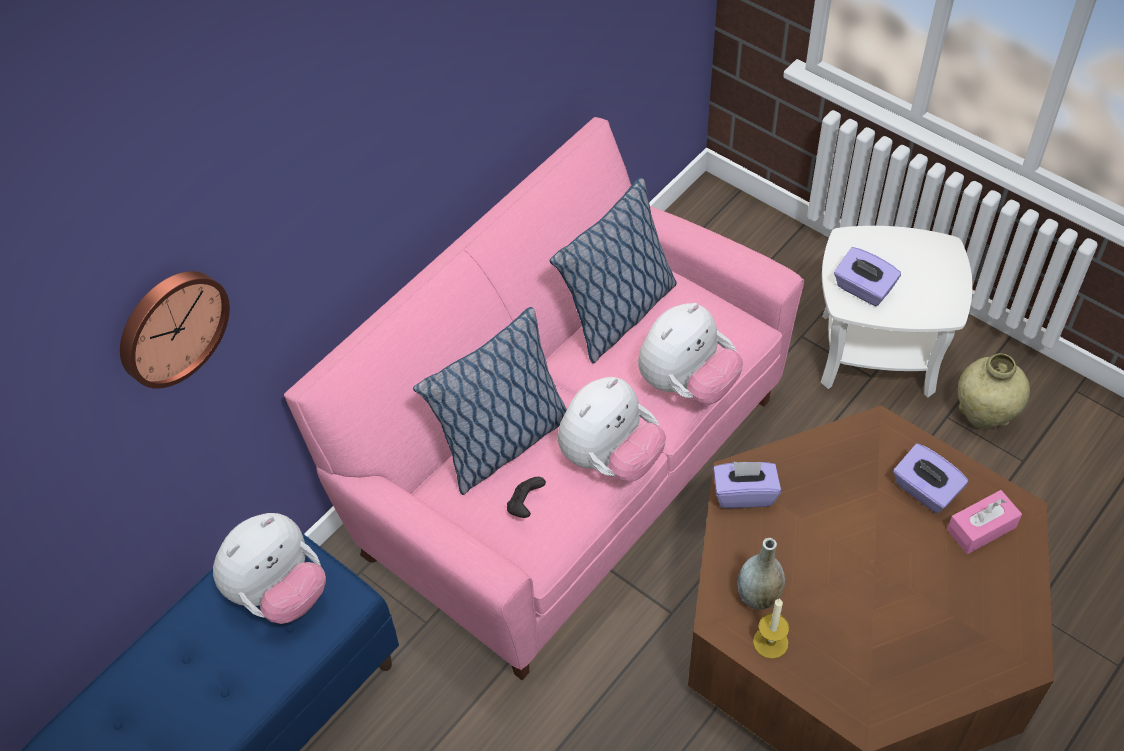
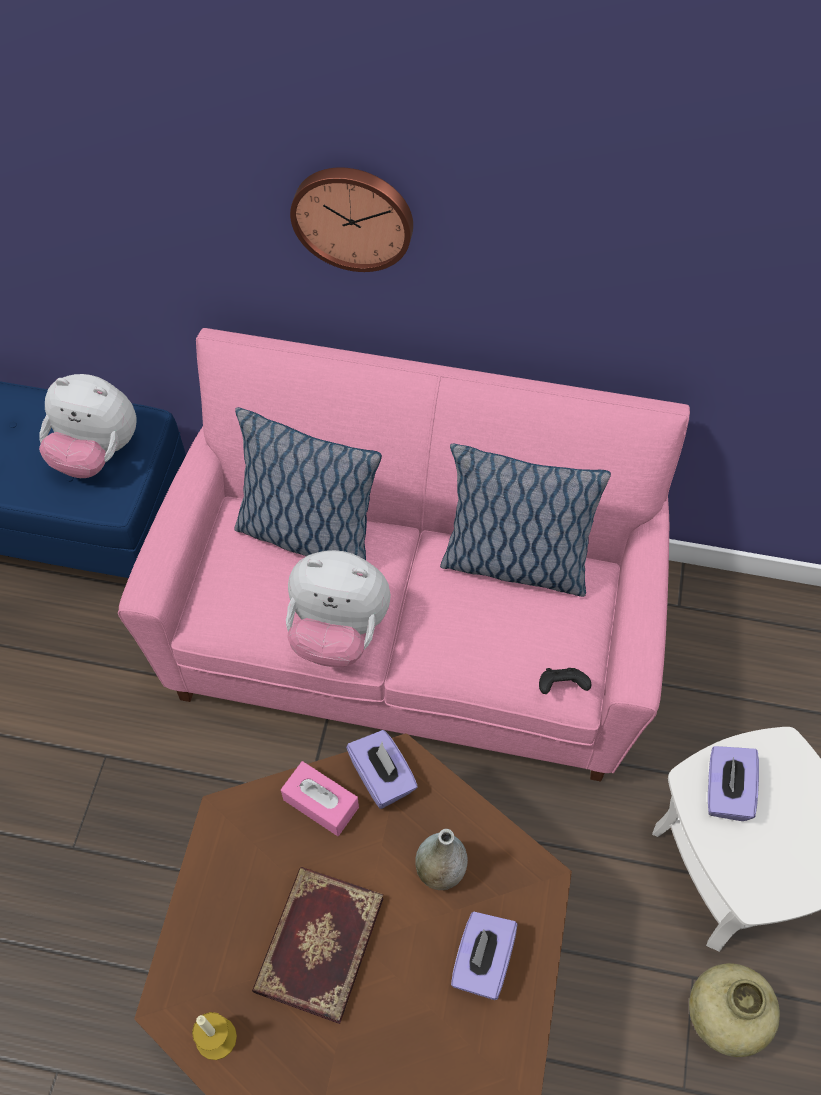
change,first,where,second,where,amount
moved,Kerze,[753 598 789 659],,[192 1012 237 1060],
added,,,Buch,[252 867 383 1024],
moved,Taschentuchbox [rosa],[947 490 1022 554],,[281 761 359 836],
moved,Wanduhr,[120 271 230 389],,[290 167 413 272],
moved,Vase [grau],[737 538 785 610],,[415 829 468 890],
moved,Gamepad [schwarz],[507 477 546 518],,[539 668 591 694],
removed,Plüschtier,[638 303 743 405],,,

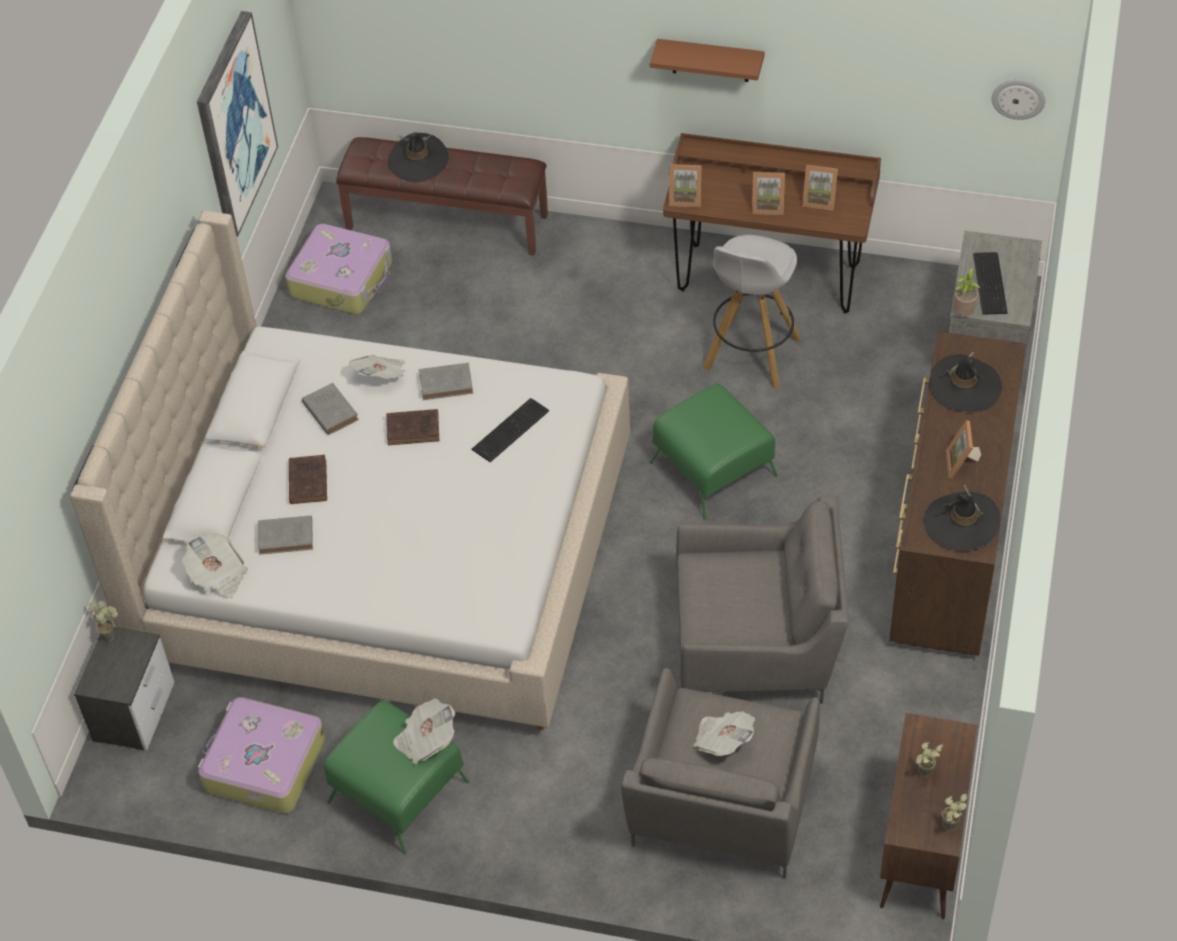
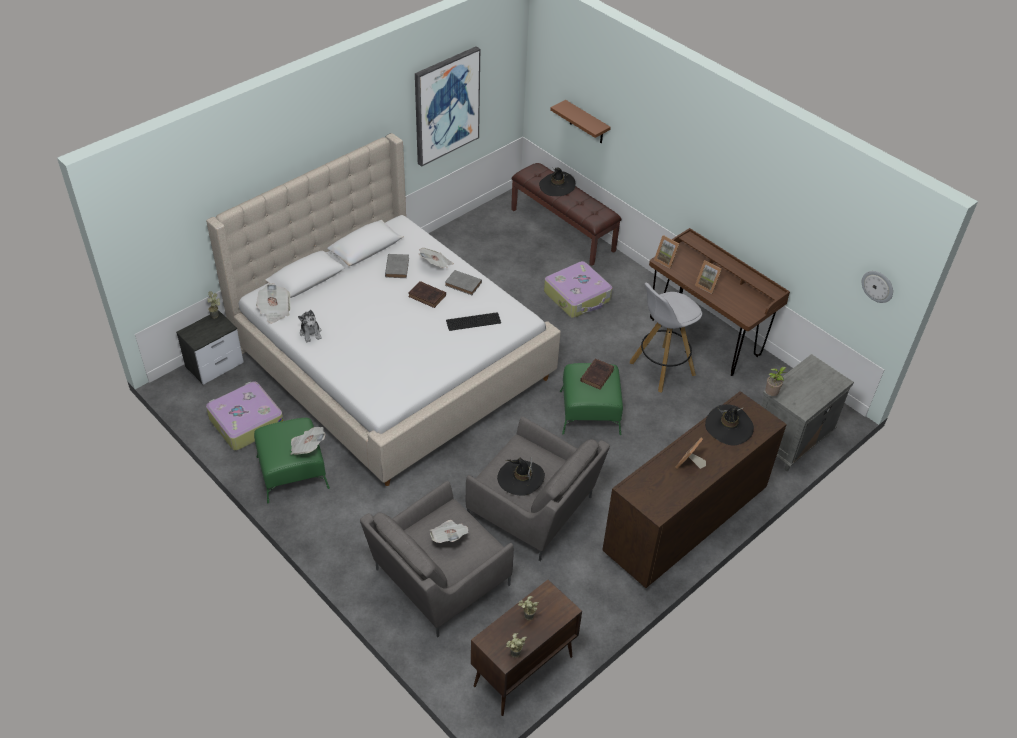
change,first,where,second,where,amount
added,,,Plüschtier,[298 310 322 342],
moved,Hut [schwarz],[924 485 1000 551],,[497 457 545 496],
moved,Koffer,[285 224 392 314],,[544 261 612 318],
moved,Wandregal [braun],[650 39 764 82],,[550 100 611 144],
moved,Buch [braun],[289 455 327 504],,[580 358 615 389],
removed,Buch [grau],[258 515 313 555],,,
removed,Bilderrahmen,[802 165 838 210],,,
removed,Tastatur,[973 252 1008 315],,,

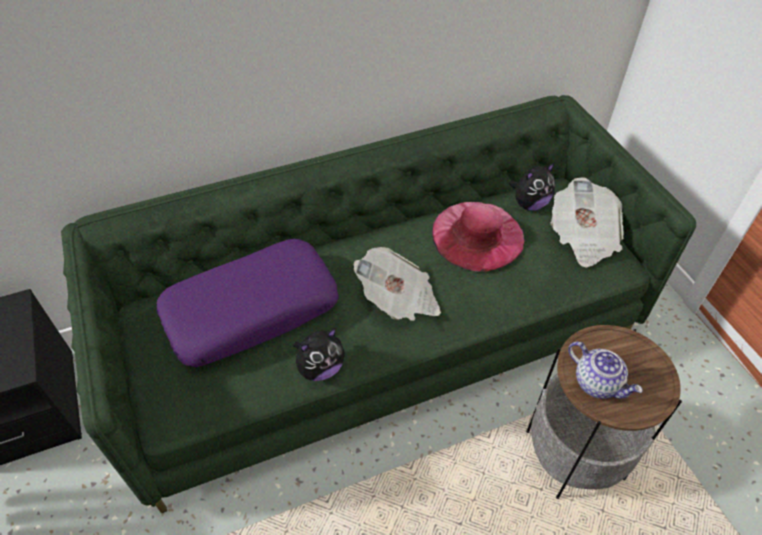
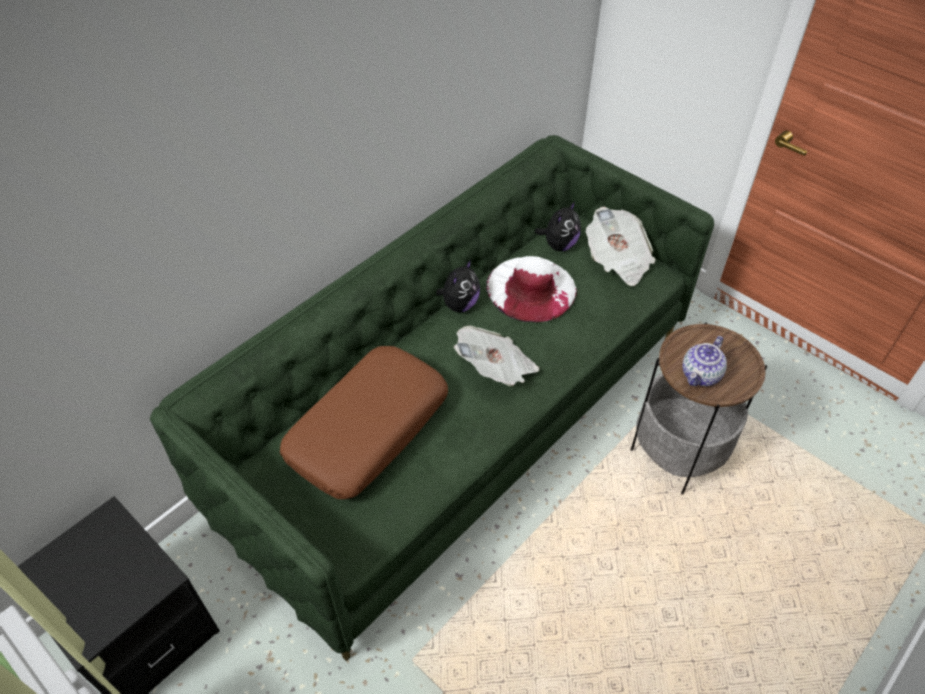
change,first,where,second,where,amount
recoloured,Kissen [lila],[157 239 339 367],Kissen [braun],[280 346 448 499],
moved,Plüschtier,[293 328 345 381],,[436 259 480 312],
recoloured,Hut [rosa],[432 202 524 271],Hut [weiß],[486 256 577 322],
turned,Teekanne,[568 341 643 399],,[682 336 727 386],105 degrees clockwise

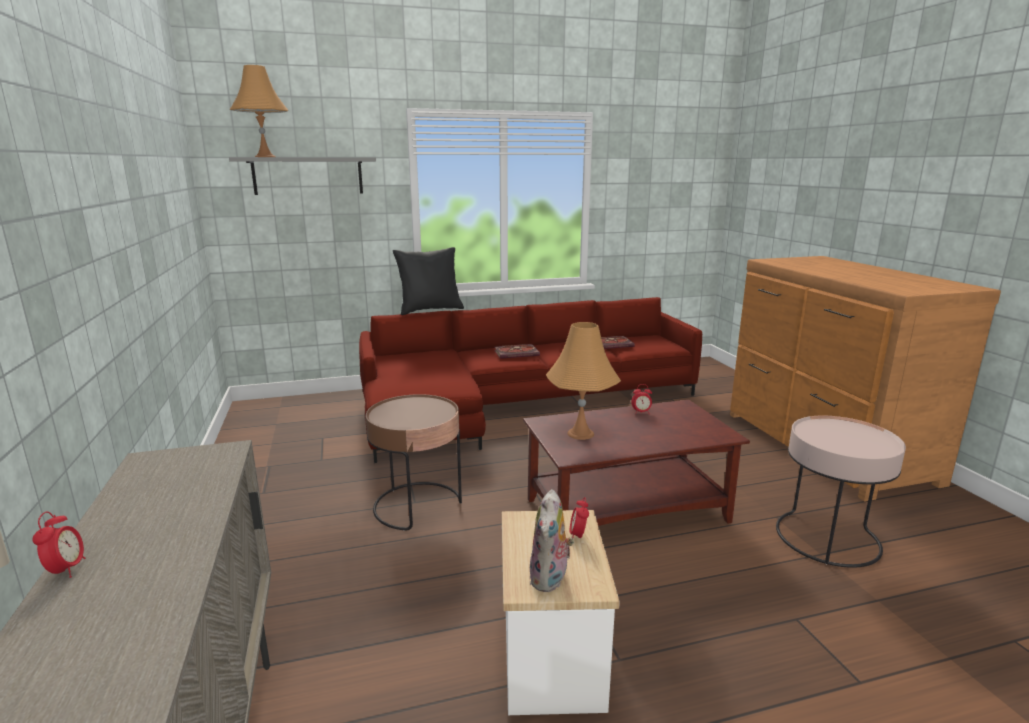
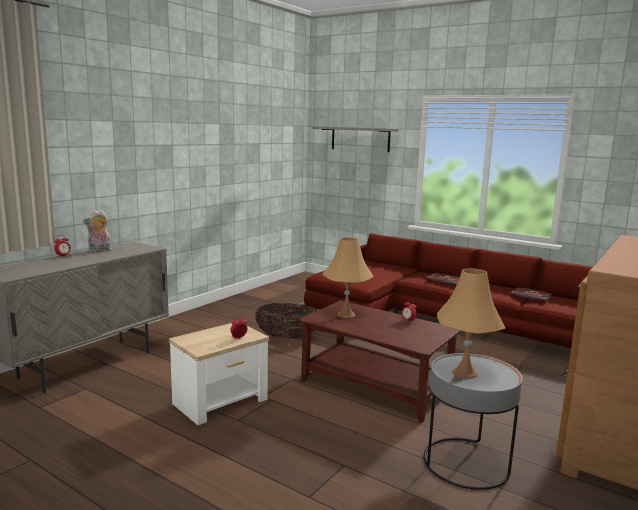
change,first,where,second,where,amount
moved,Plüschtier,[530 489 574 592],,[83 210 111 252],
replaced,Beistelltisch [braun],[366 394 462 531],Korb,[255 303 318 338],
recoloured,Beistelltisch [rosa],[776 416 906 568],Beistelltisch [grau],[423 353 522 490],
moved,Tischlampe [orange],[230 65 289 157],,[437 268 505 379],
removed,Kissen [schwarz],[393 247 464 315],,,

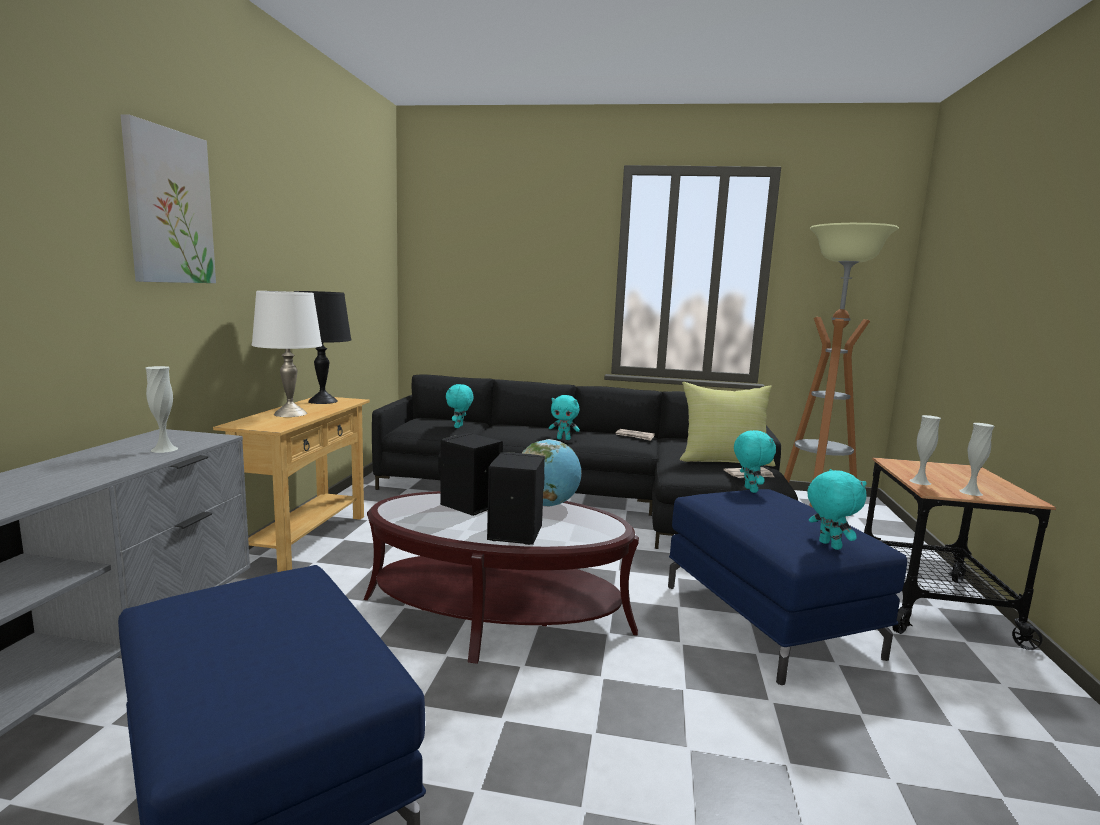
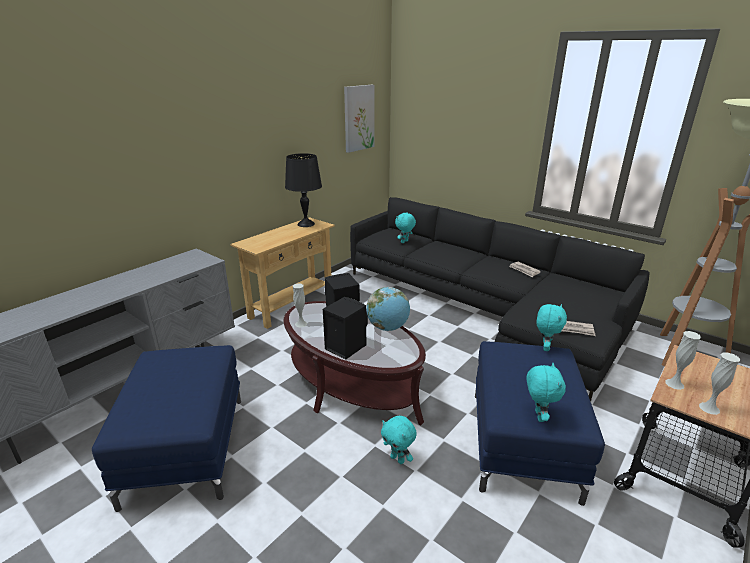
change,first,where,second,where,amount
moved,Vase [weiß],[145 366 178 453],,[293 283 307 327],
moved,Bild,[121 115 216 283],,[344 85 374 153],
moved,Plüschtier [türkis],[549 395 580 440],,[381 416 417 464],
removed,Tischlampe [weiß],[252 291 322 417],,,
removed,Kissen [gelb],[680 382 776 467],,,

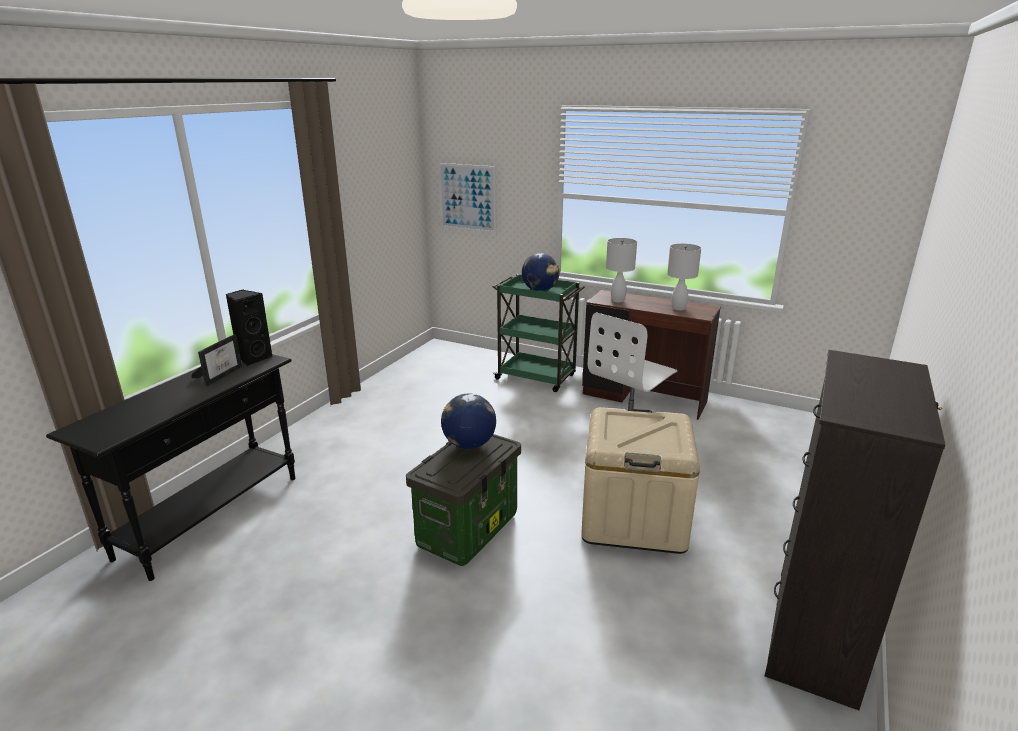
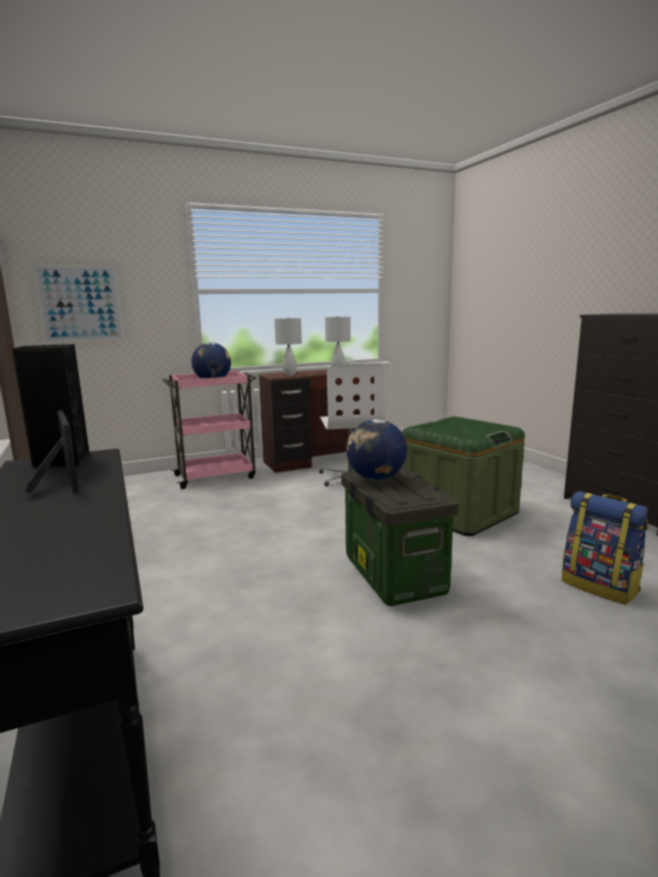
change,first,where,second,where,amount
recoloured,Rollwagen [grün],[493 274 585 392],Rollwagen [rosa],[162 371 256 489],
recoloured,Aufbewahrungsbox [beige],[581 407 700 554],Aufbewahrungsbox [grün],[402 416 525 536],
added,,,Rucksack,[561 491 649 605],

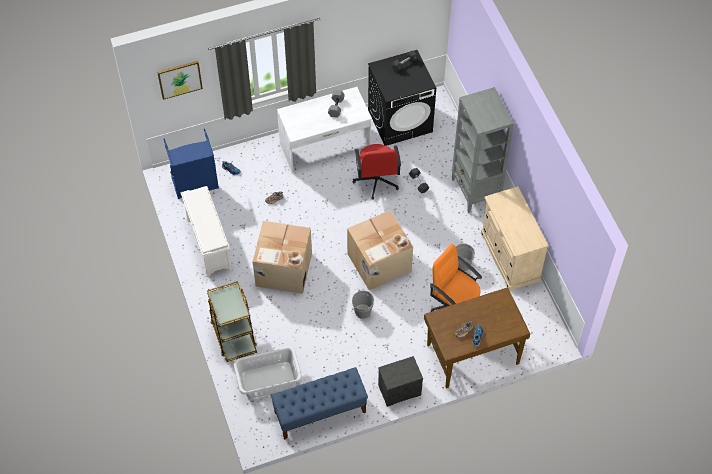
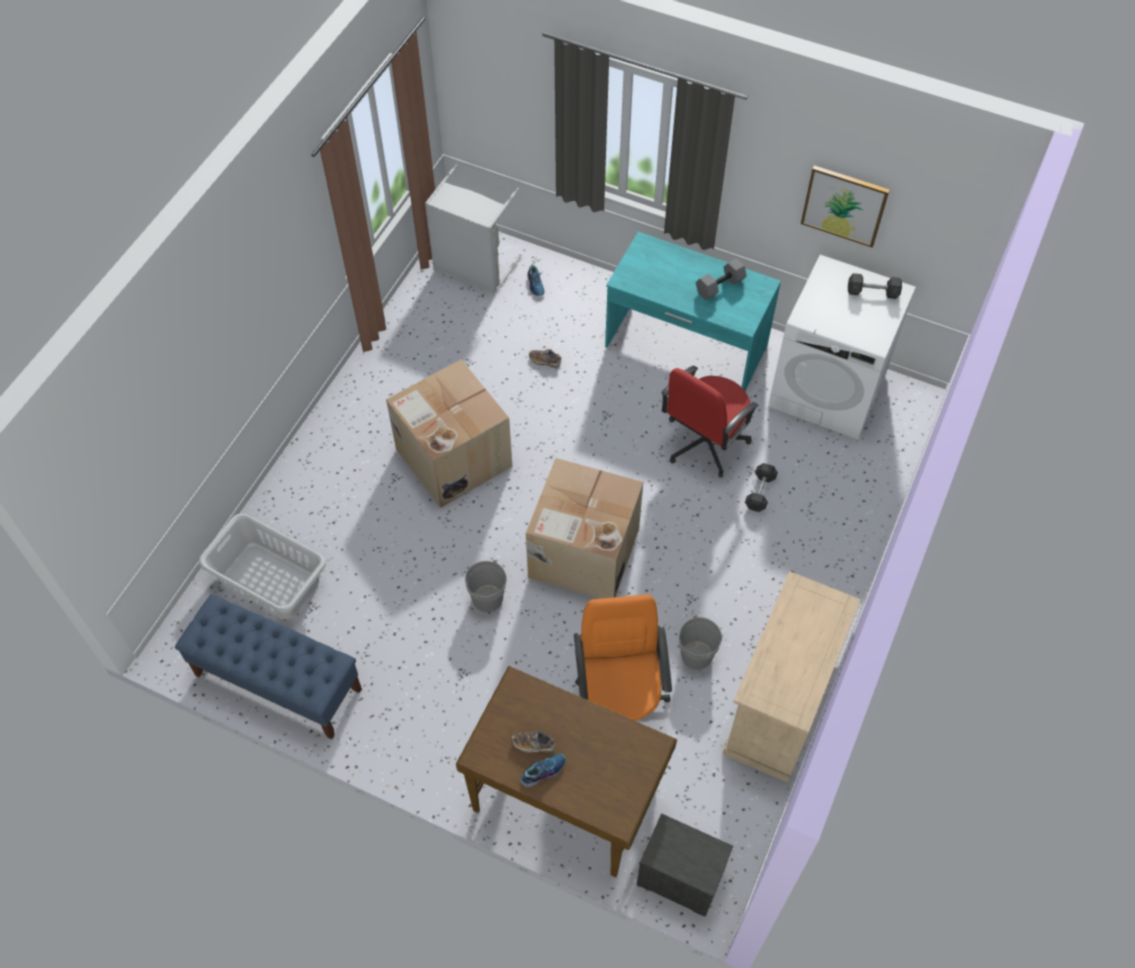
change,first,where,second,where,amount
recoloured,Wäschekorb [blau],[163 128 219 199],Wäschekorb [grau],[425 165 522 295],
recoloured,Schreibtisch [weiß],[277 87 372 174],Schreibtisch [türkis],[605 232 781 391],
moved,Nachttisch,[378 356 423 407],,[637 813 734 917],
recoloured,Waschmaschine [schwarz],[368 50 436 146],Waschmaschine [weiß],[768 255 916 439],
moved,Bild,[157 61 203 100],,[801 165 890 248],
removed,Schuhregal [weiß],[181 186 232 277],,,
removed,Rollwagen [braun],[207 281 257 362],,,
removed,Bücherregal [grau],[452 87 514 213],,,

